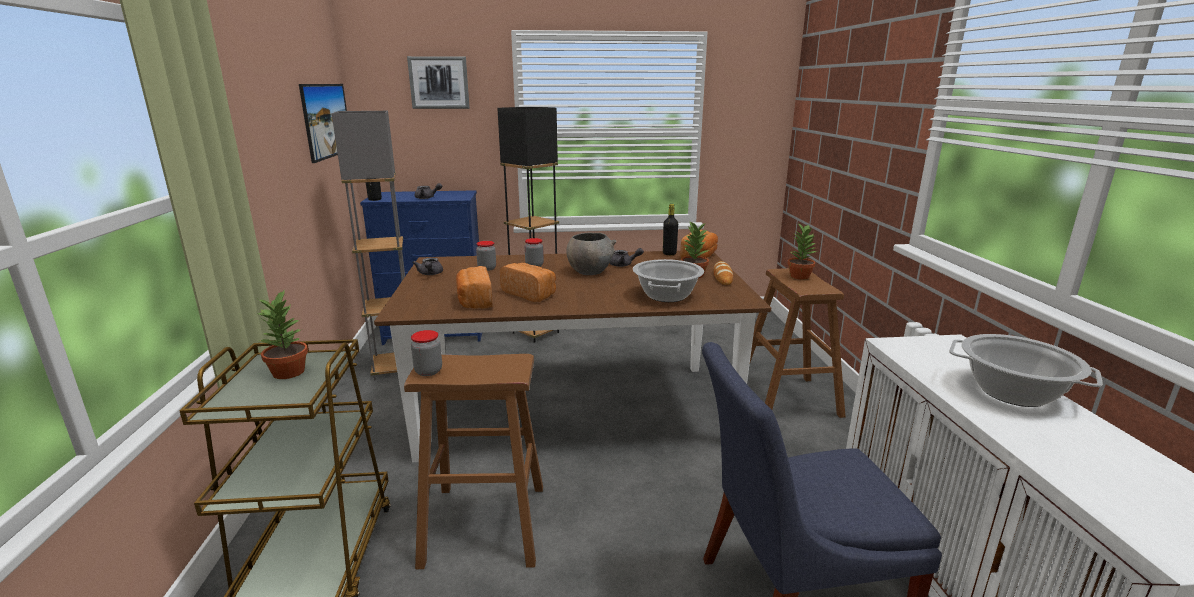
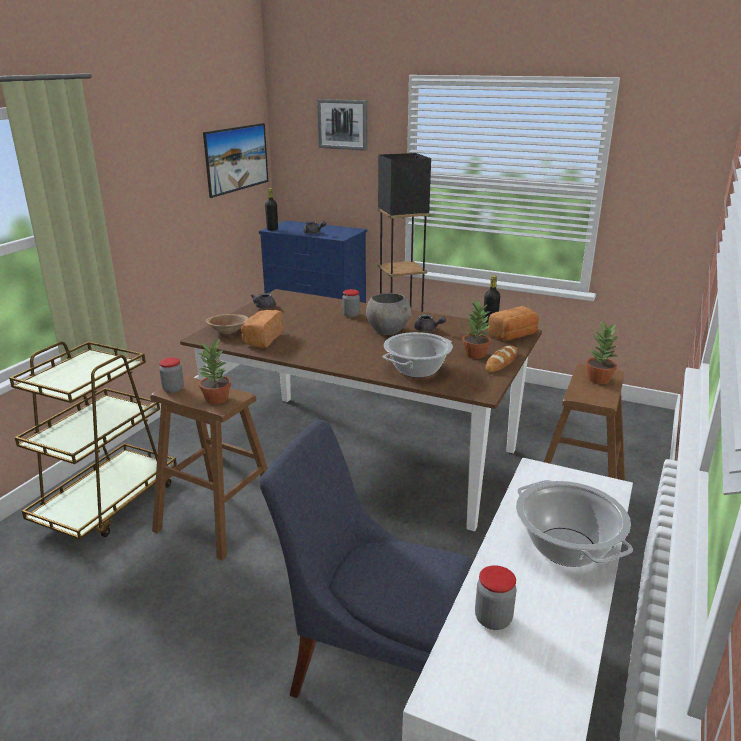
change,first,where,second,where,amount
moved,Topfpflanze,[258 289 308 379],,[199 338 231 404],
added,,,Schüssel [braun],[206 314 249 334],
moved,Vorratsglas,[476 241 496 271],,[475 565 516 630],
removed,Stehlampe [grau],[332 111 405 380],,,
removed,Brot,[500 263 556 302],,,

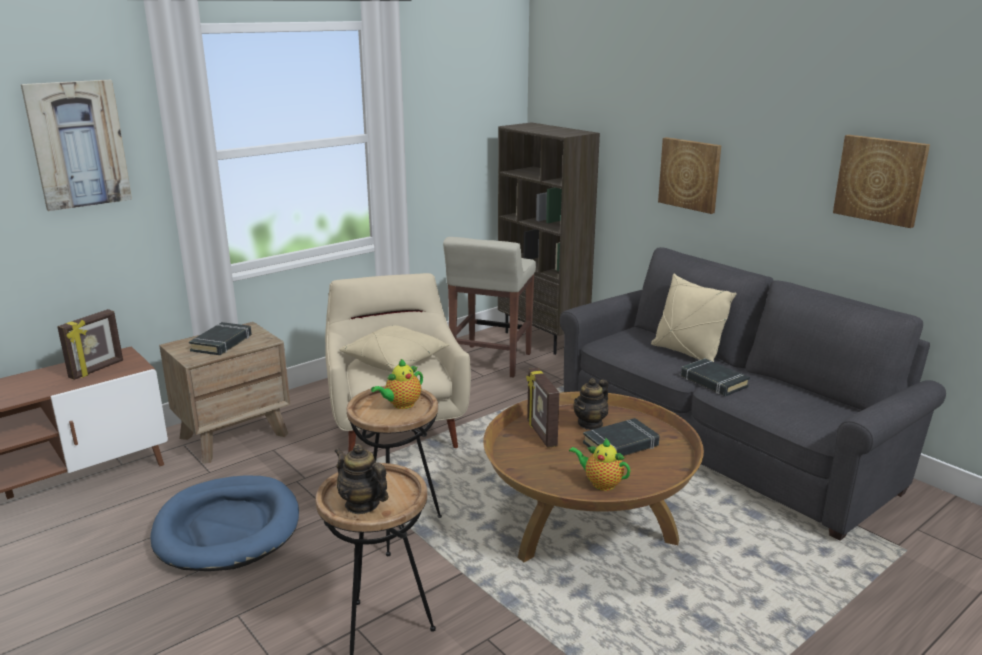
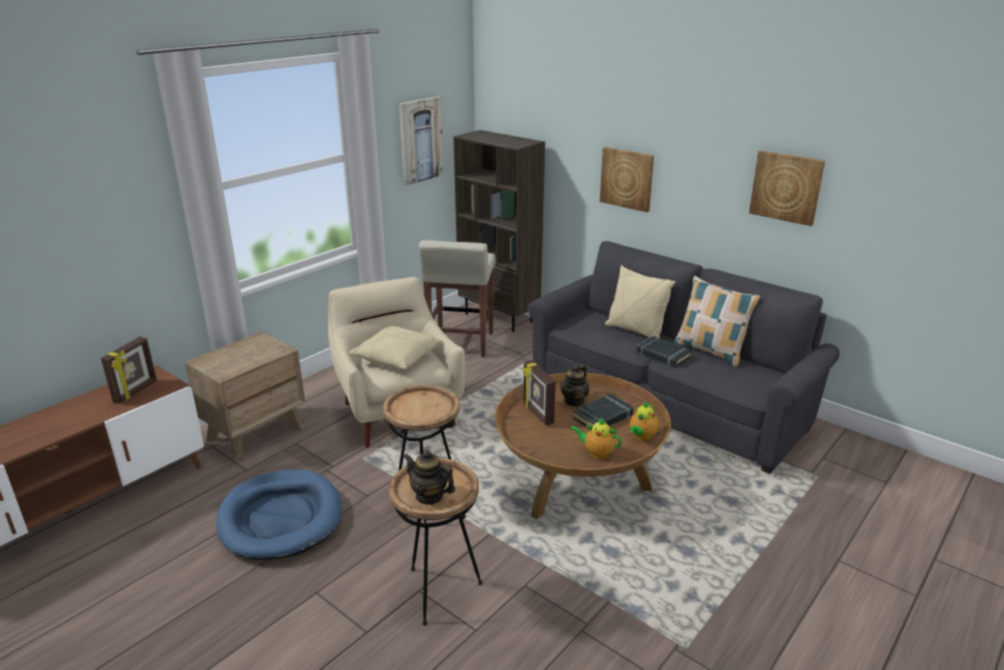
change,first,where,second,where,amount
moved,Bild,[21 80 132 211],,[399 96 443 185],
moved,Teekanne,[371 359 423 409],,[629 402 659 441],
added,,,Kissen,[674 276 760 367],
removed,Buch [schwarz],[189 322 252 355],,,

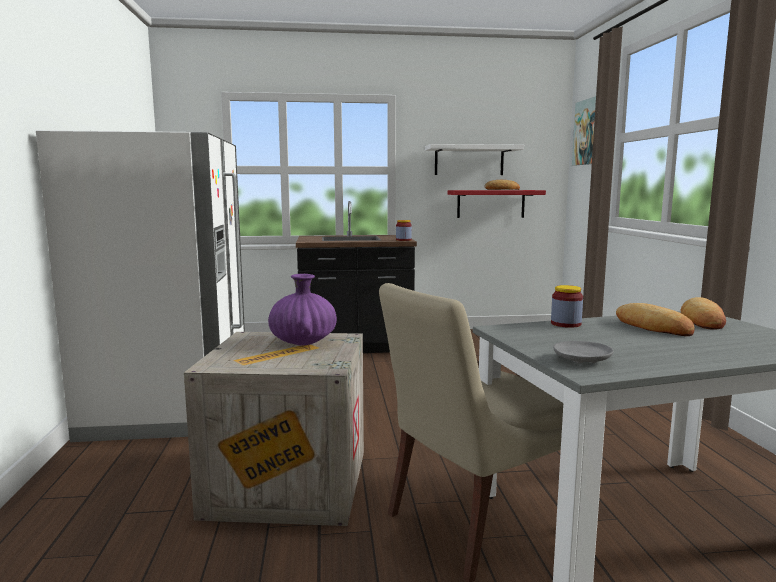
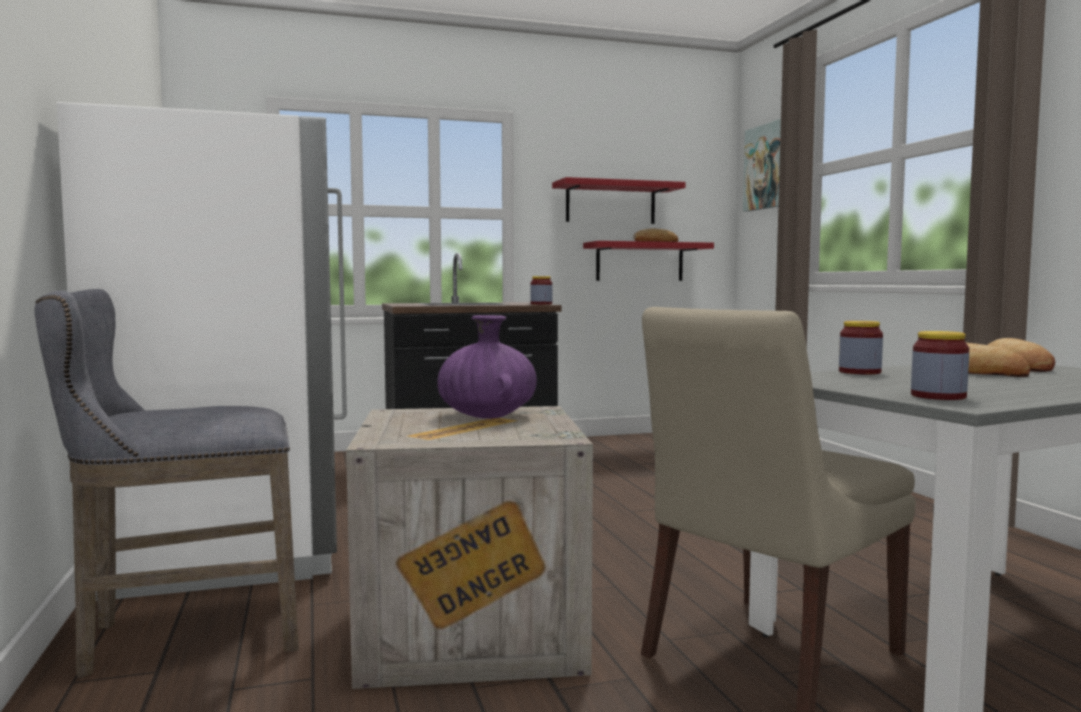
change,first,where,second,where,amount
added,,,Hocker [grau],[34 289 299 678],
recoloured,Wandregal [weiß],[425 144 524 175],Wandregal [rot],[552 177 686 224],
replaced,Teller [grau],[553 341 614 363],Vorratsglas,[911 331 969 400],

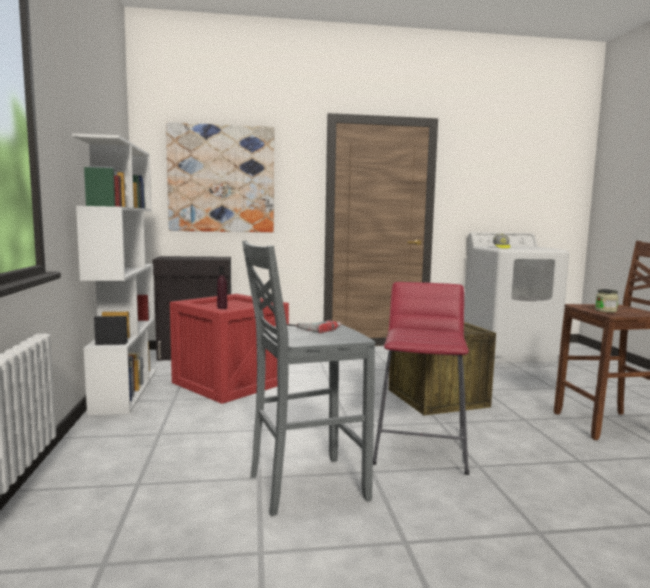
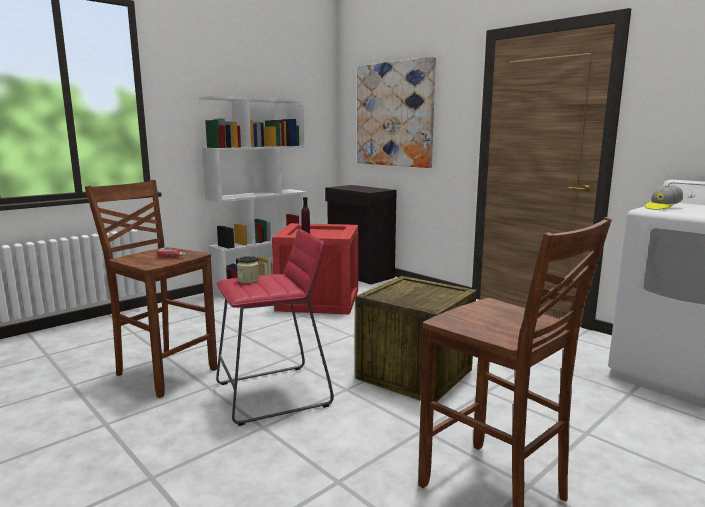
change,first,where,second,where,amount
recoloured,Hocker [grau],[242 240 375 516],Hocker [braun],[85 180 217 398],
moved,Vorratsglas,[595 289 619 313],,[237 256 260 283],

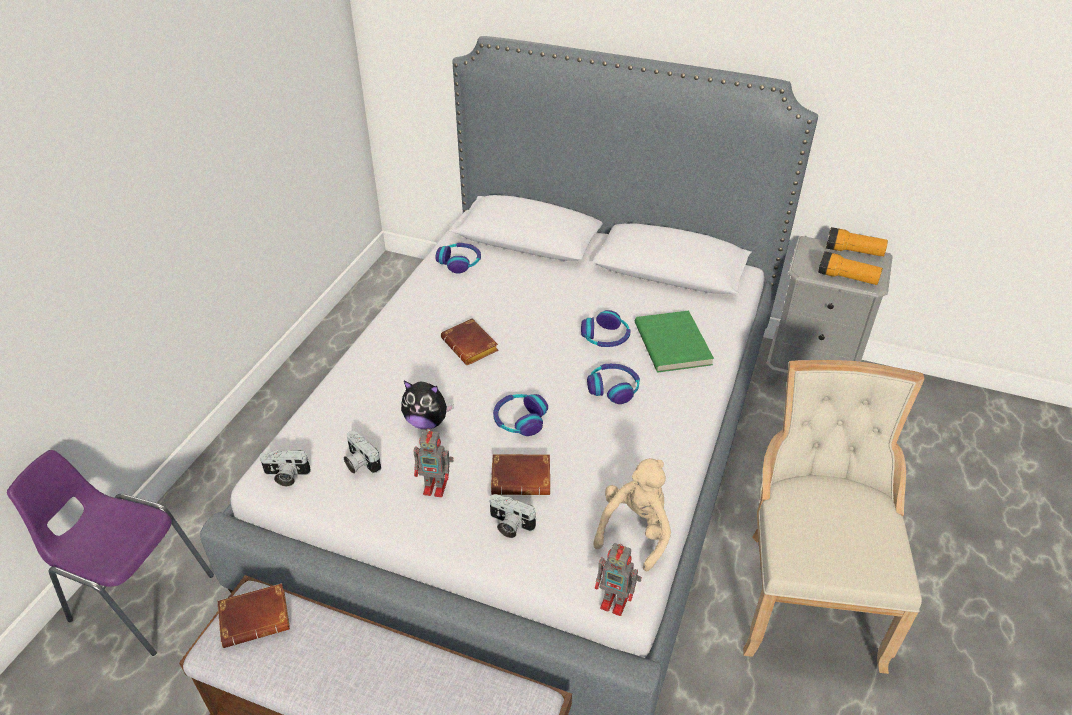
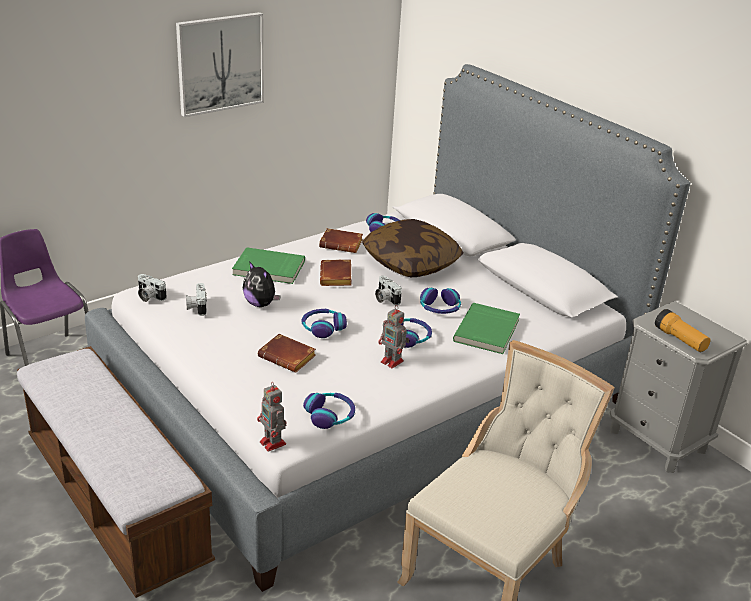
change,first,where,second,where,amount
added,,,Bild,[176 12 264 117],
added,,,Buch [grün],[232 247 305 284],
replaced,Plüschtier [beige],[593 458 671 572],Kopfhörer,[303 393 355 429],
moved,Buch [braun],[217 583 290 648],,[319 228 363 253],
added,,,Kissen,[362 219 464 277],
moved,Kamera,[489 494 537 538],,[375 276 402 305],
moved,Spielzeugroboter,[414 428 454 497],,[378 306 409 368],
removed,Taschenlampe,[826 227 888 257],,,

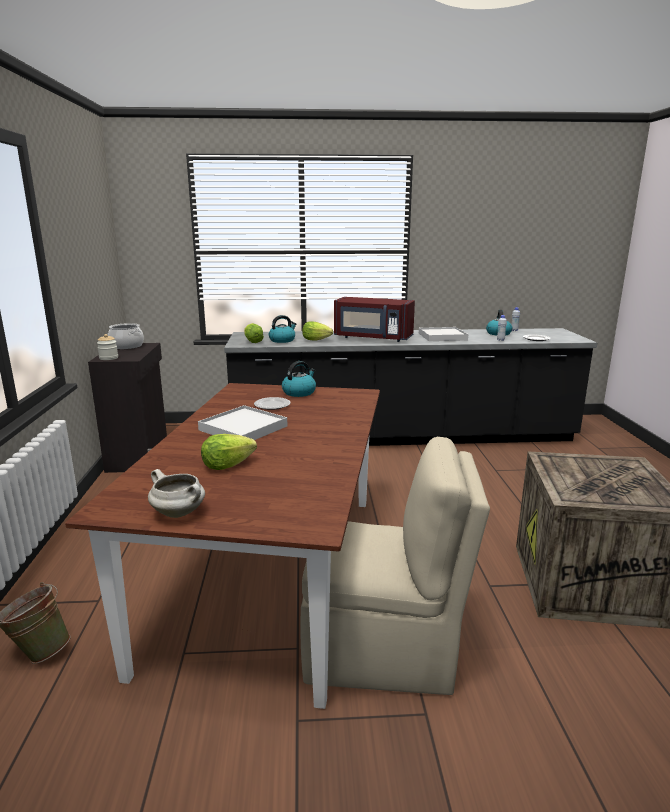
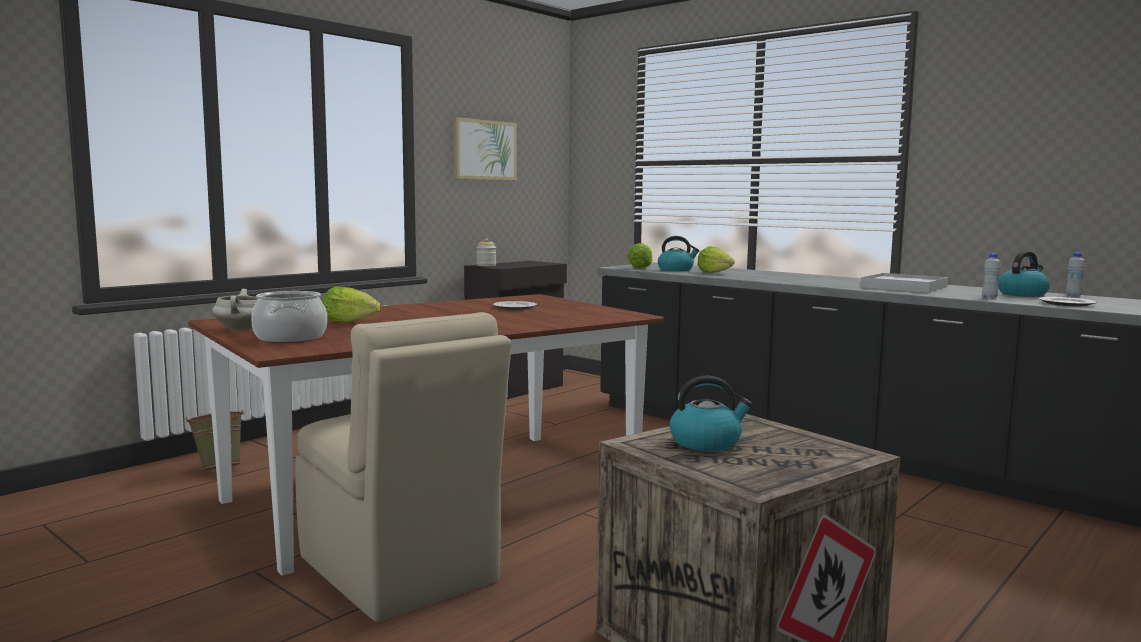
change,first,where,second,where,amount
moved,Kochtopf,[108 323 144 349],,[251 291 327 343],
added,,,Bild,[453 117 517 180],
moved,Wasserkessel,[282 361 316 397],,[670 376 753 451],
removed,Tablett [weiß],[198 405 287 440],,,
removed,Mikrowelle [rot],[334 297 415 342],,,

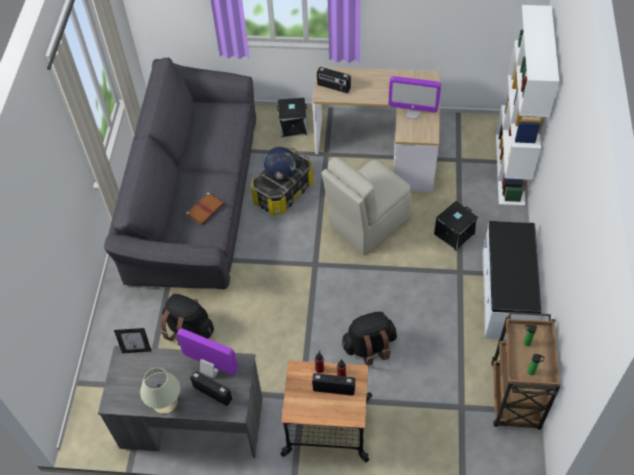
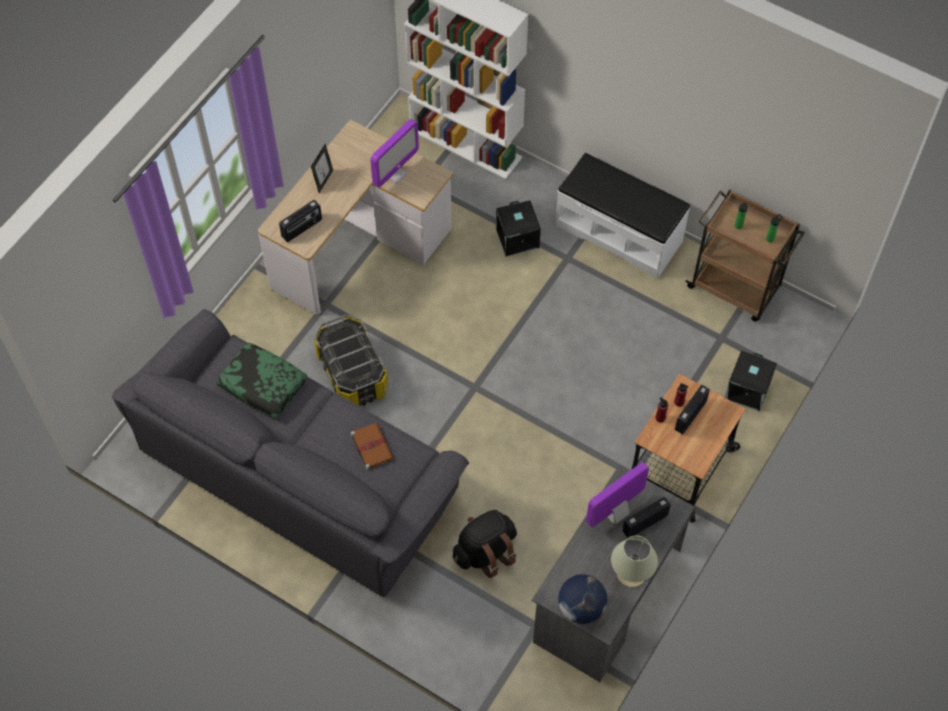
change,first,where,second,where,amount
added,,,Kissen,[217 343 307 418],
moved,Bilderrahmen,[114 328 151 353],,[311 144 333 193],
moved,Globus,[264 147 296 179],,[558 574 607 624],
moved,Aufbewahrungsbox [schwarz],[277 98 307 137],,[725 351 777 412],
removed,Stuhl [beige],[321 157 412 254],,,
removed,Rucksack [schwarz],[342 312 397 366],,,

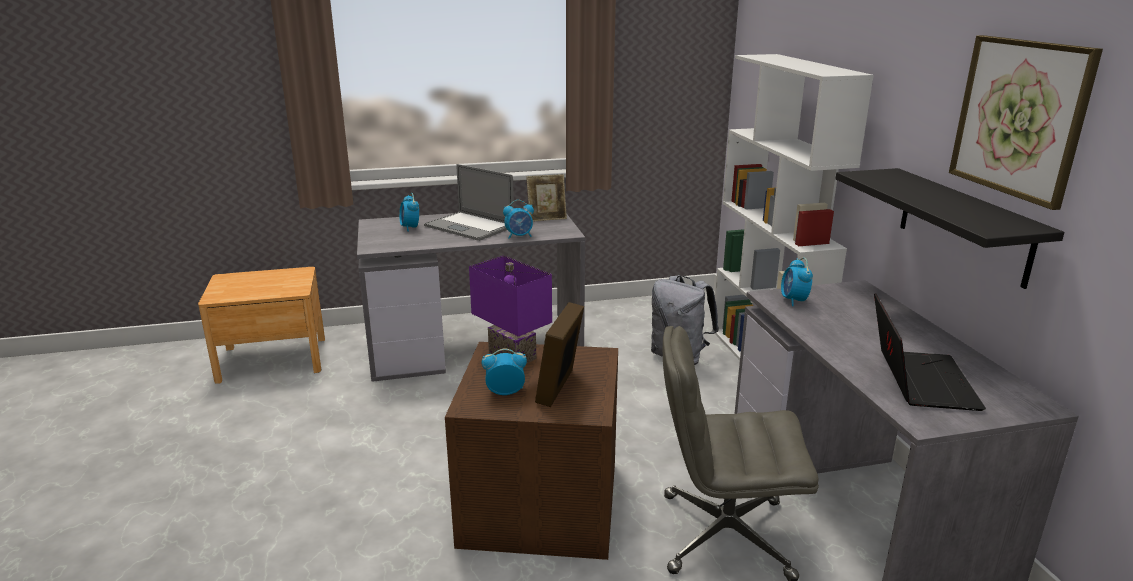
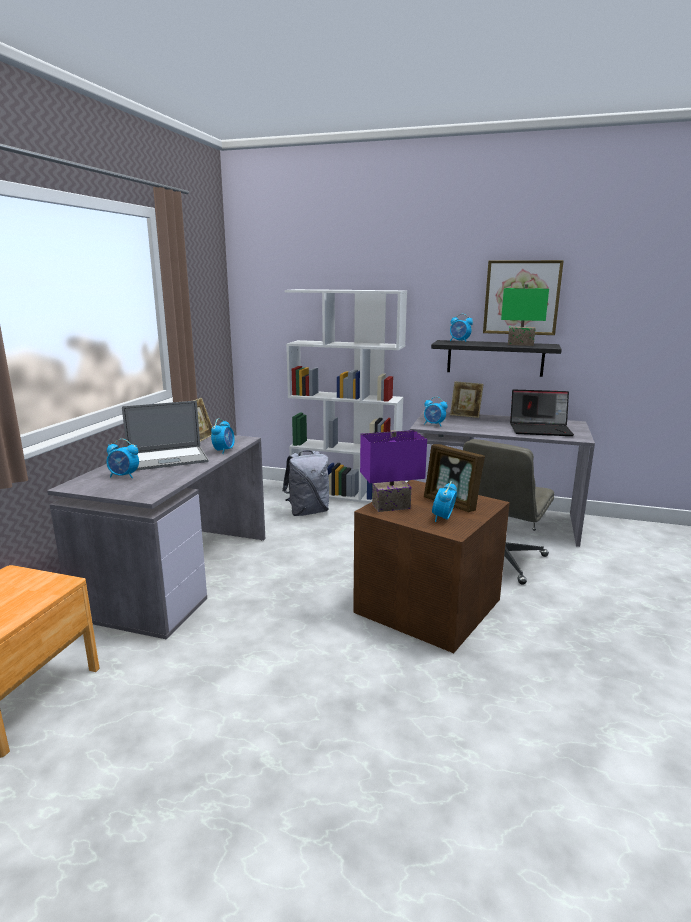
change,first,where,second,where,amount
added,,,Wecker,[450 314 473 342],
added,,,Bilderrahmen,[450 381 484 418],
added,,,Tischlampe [grün],[501 284 549 346],
turned,Laptop,[874 293 986 411],,[510 389 574 436],150 degrees clockwise

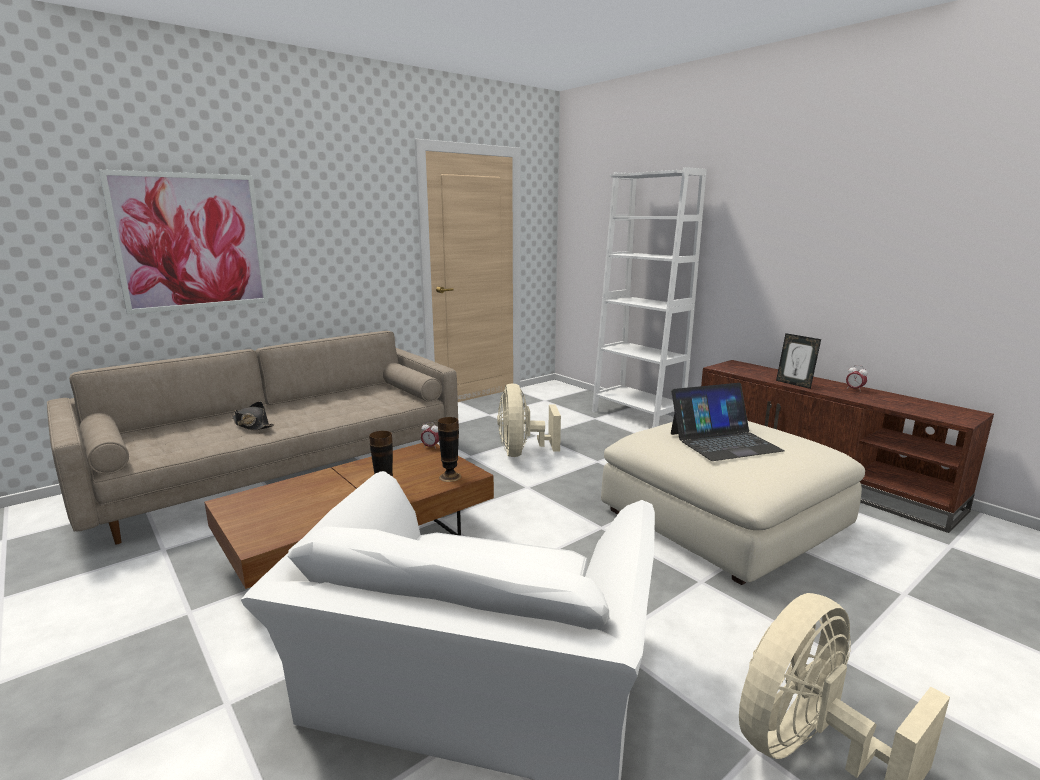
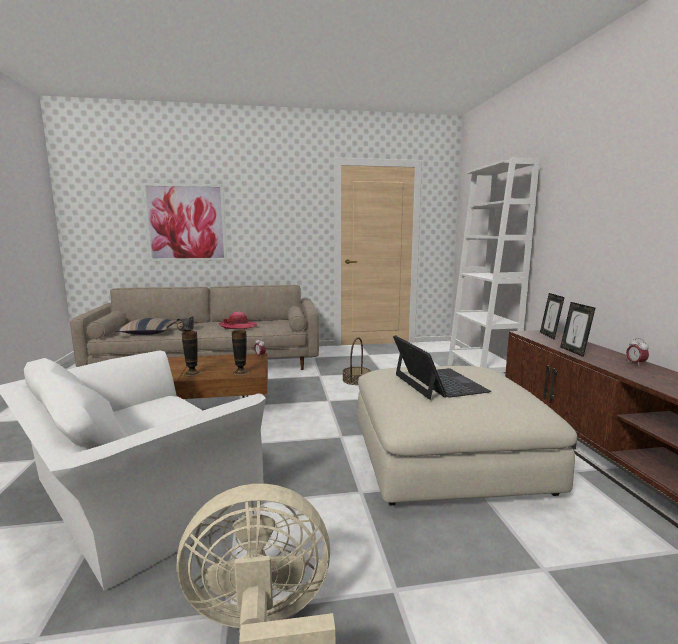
change,first,where,second,where,amount
added,,,Kissen,[115 318 177 335],
added,,,Hut,[219 311 257 329],
replaced,Ventilator [beige],[497 383 561 457],Korb,[343 337 371 385],
turned,Laptop,[671 383 785 461],,[393 335 491 400],120 degrees counterclockwise
added,,,Bilderrahmen,[540 293 565 340],

